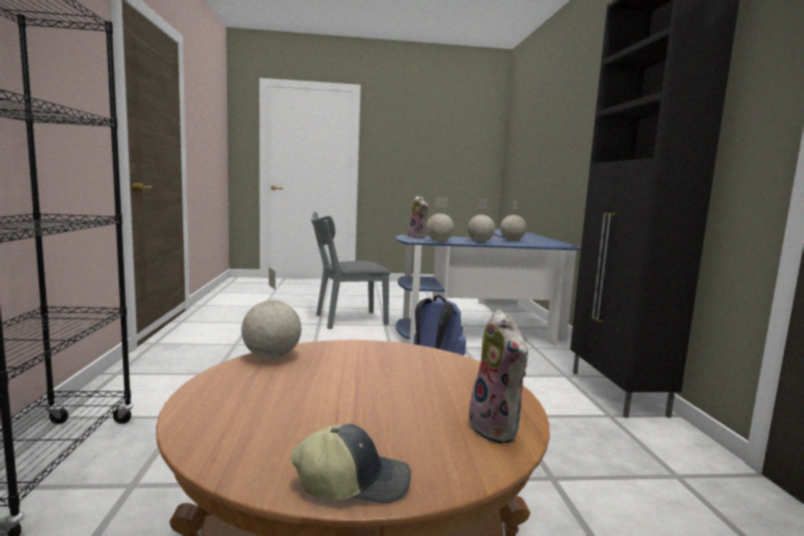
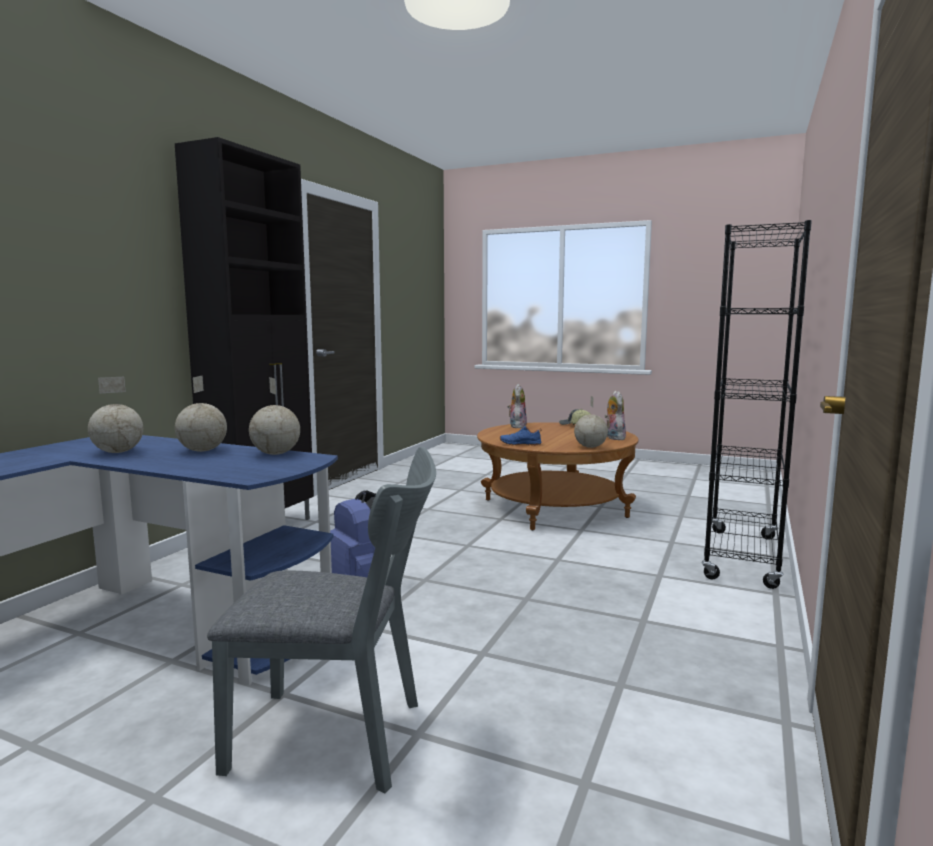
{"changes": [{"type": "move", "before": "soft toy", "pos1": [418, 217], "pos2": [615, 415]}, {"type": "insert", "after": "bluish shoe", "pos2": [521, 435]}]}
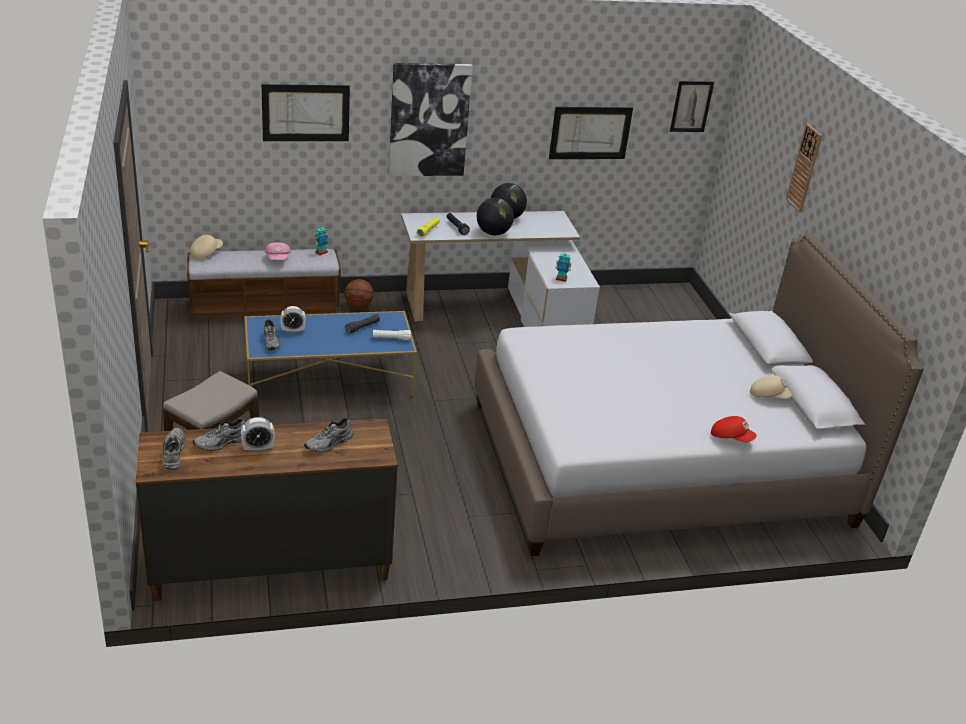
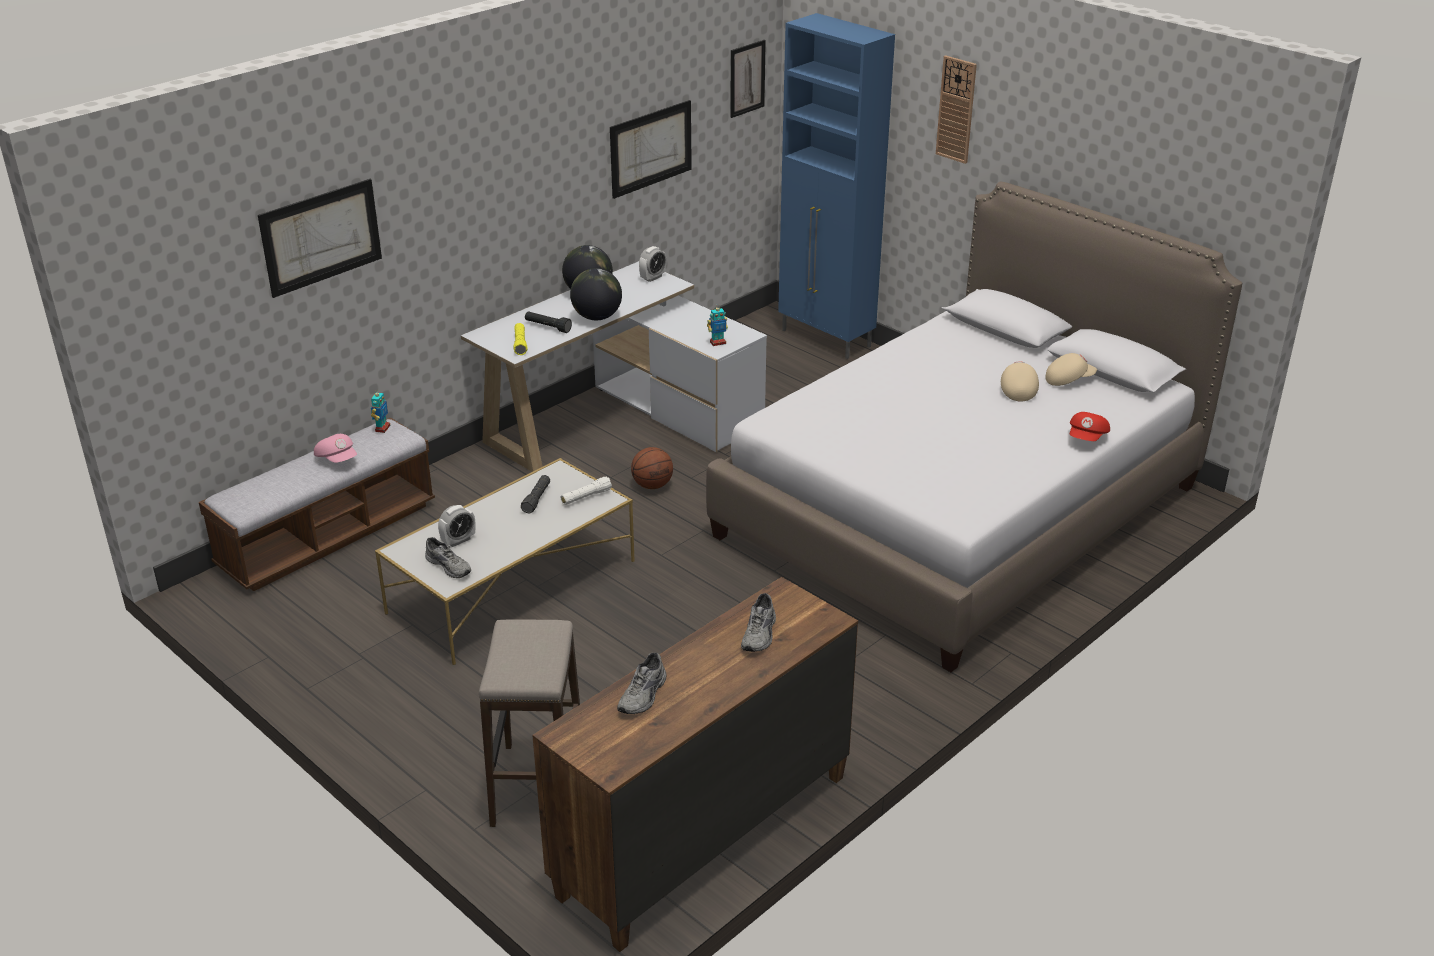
{"changes": [{"type": "delete", "before": "picture", "pos1": [431, 119]}, {"type": "move", "before": "beige cap", "pos1": [206, 246], "pos2": [1020, 381]}, {"type": "move", "before": "basketball", "pos1": [359, 293], "pos2": [652, 468]}, {"type": "recolor", "before": "bluish lounge table", "after": "whitish lounge table", "pos1": [330, 354], "pos2": [505, 561]}, {"type": "rotate", "before": "reddish cap", "pos1": [734, 429], "pos2": [1090, 426], "turn": 120}, {"type": "move", "before": "bedside clock", "pos1": [258, 435], "pos2": [652, 264]}, {"type": "delete", "before": "greyish shoe", "pos1": [173, 449]}, {"type": "insert", "after": "bluish cupboard", "pos2": [836, 186]}]}
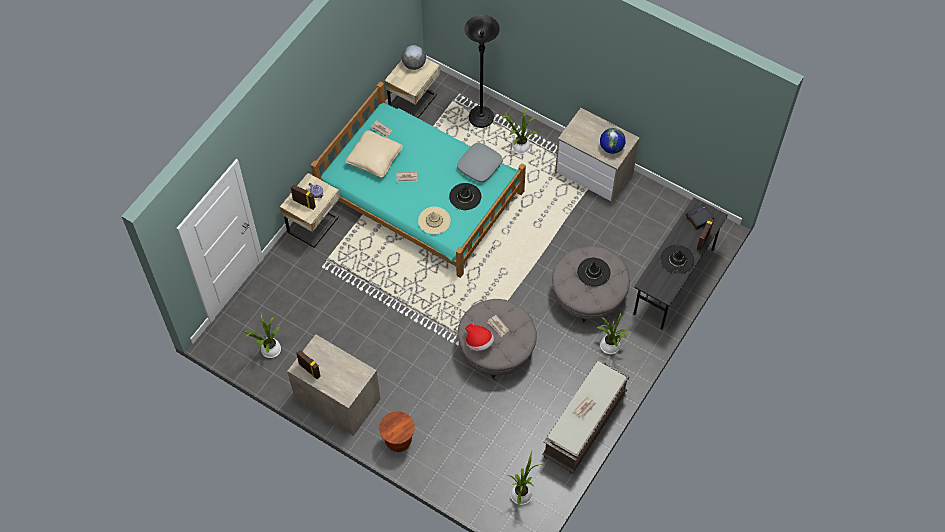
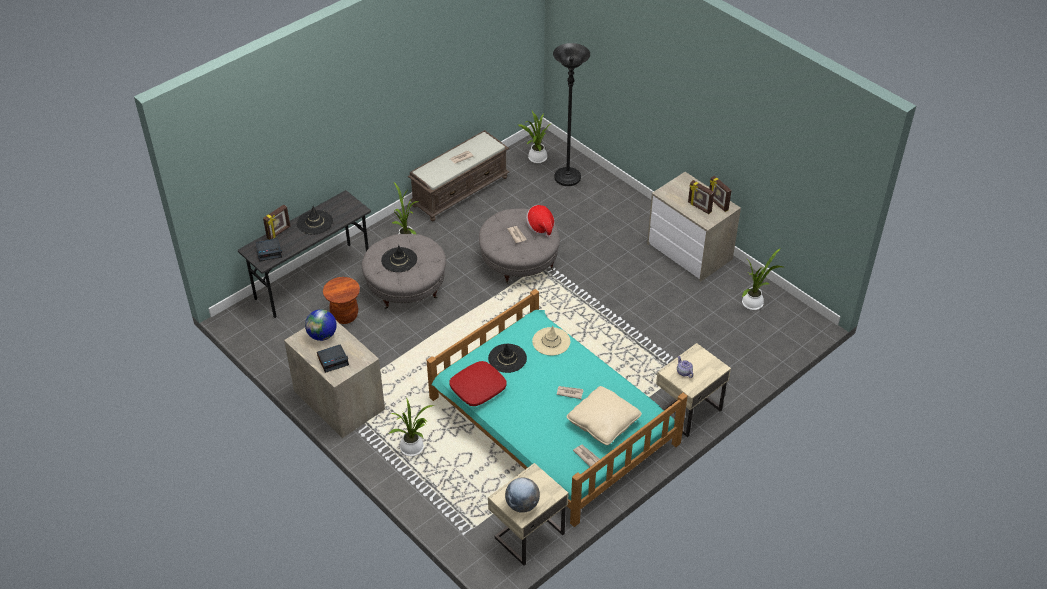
{"changes": [{"type": "move", "before": "blackish floor lamp", "pos1": [482, 71], "pos2": [571, 114]}, {"type": "recolor", "before": "greyish pillow", "after": "reddish pillow", "pos1": [479, 163], "pos2": [478, 383]}, {"type": "move", "before": "standing frame", "pos1": [303, 197], "pos2": [701, 197]}, {"type": "move", "before": "brown stool", "pos1": [397, 431], "pos2": [341, 300]}, {"type": "insert", "after": "bedside clock", "pos2": [333, 358]}]}
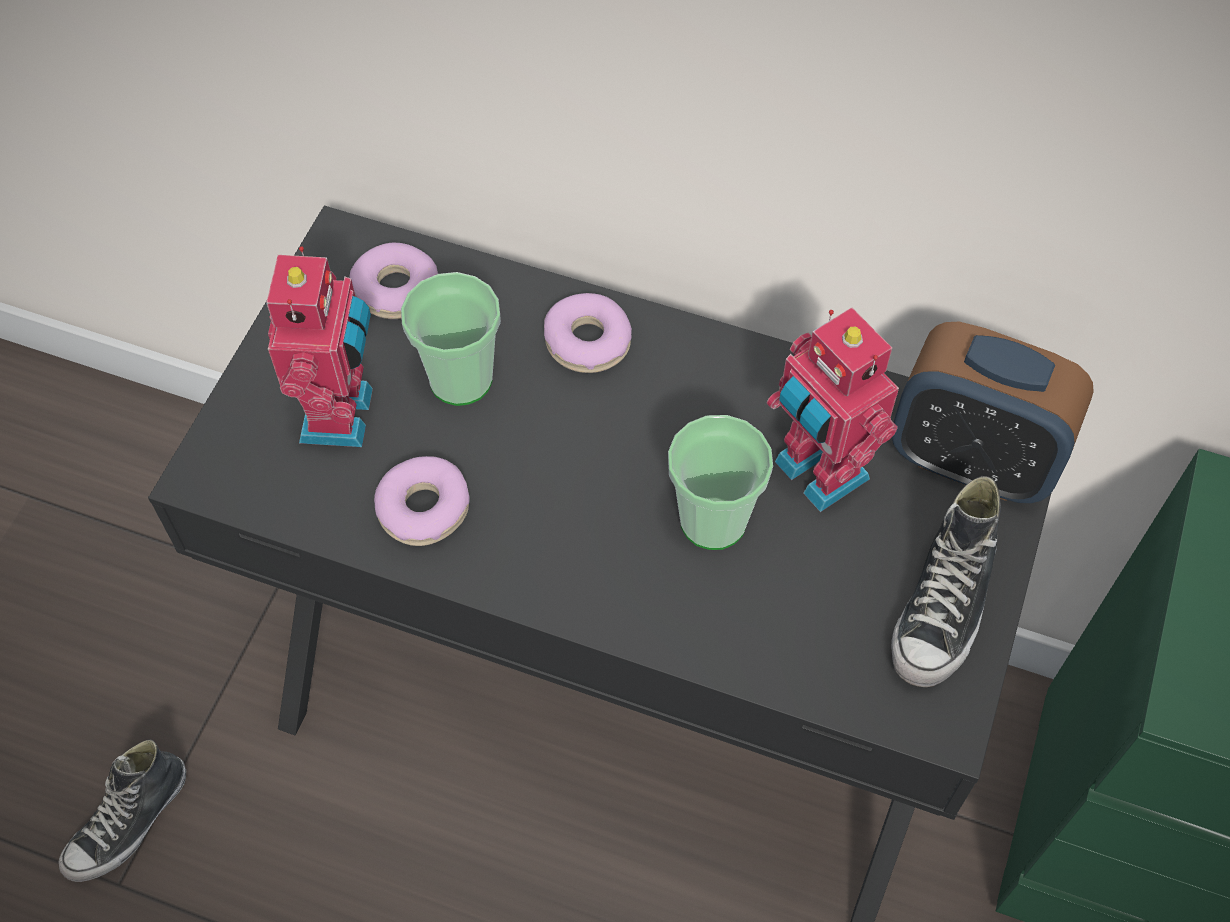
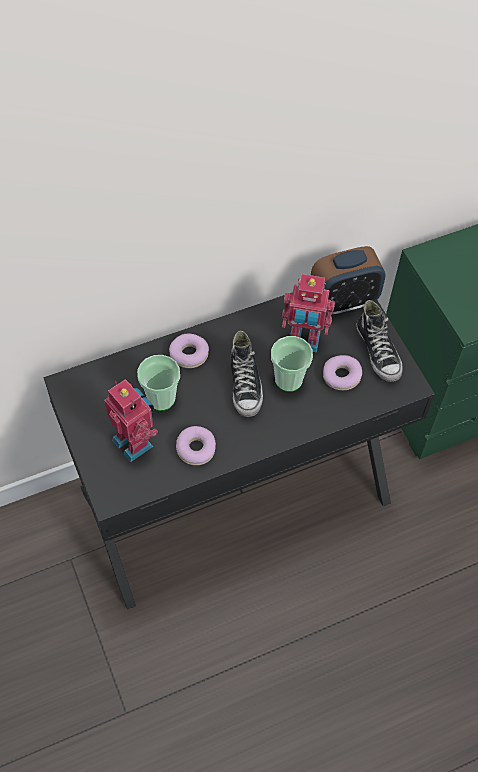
{"changes": [{"type": "move", "before": "ring doughnut", "pos1": [393, 281], "pos2": [342, 372]}, {"type": "move", "before": "shoe", "pos1": [123, 810], "pos2": [247, 373]}]}
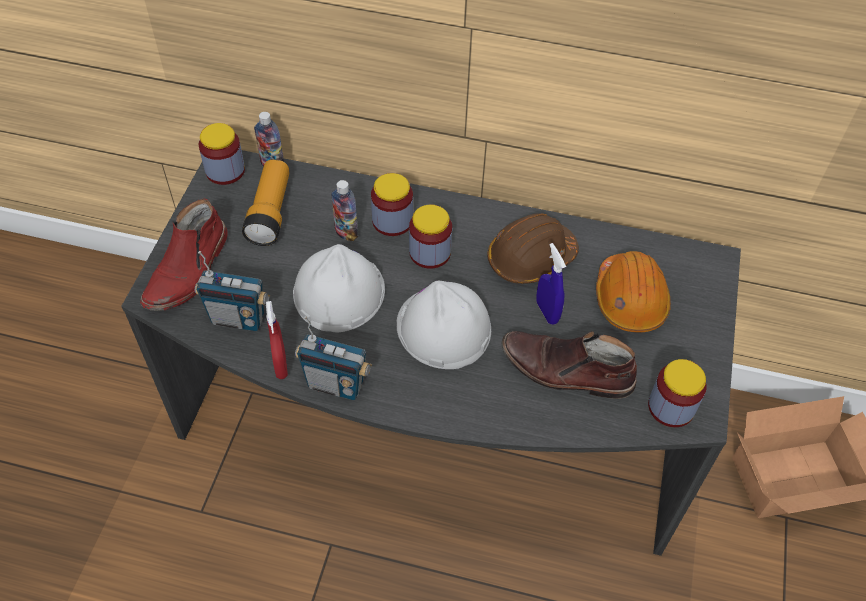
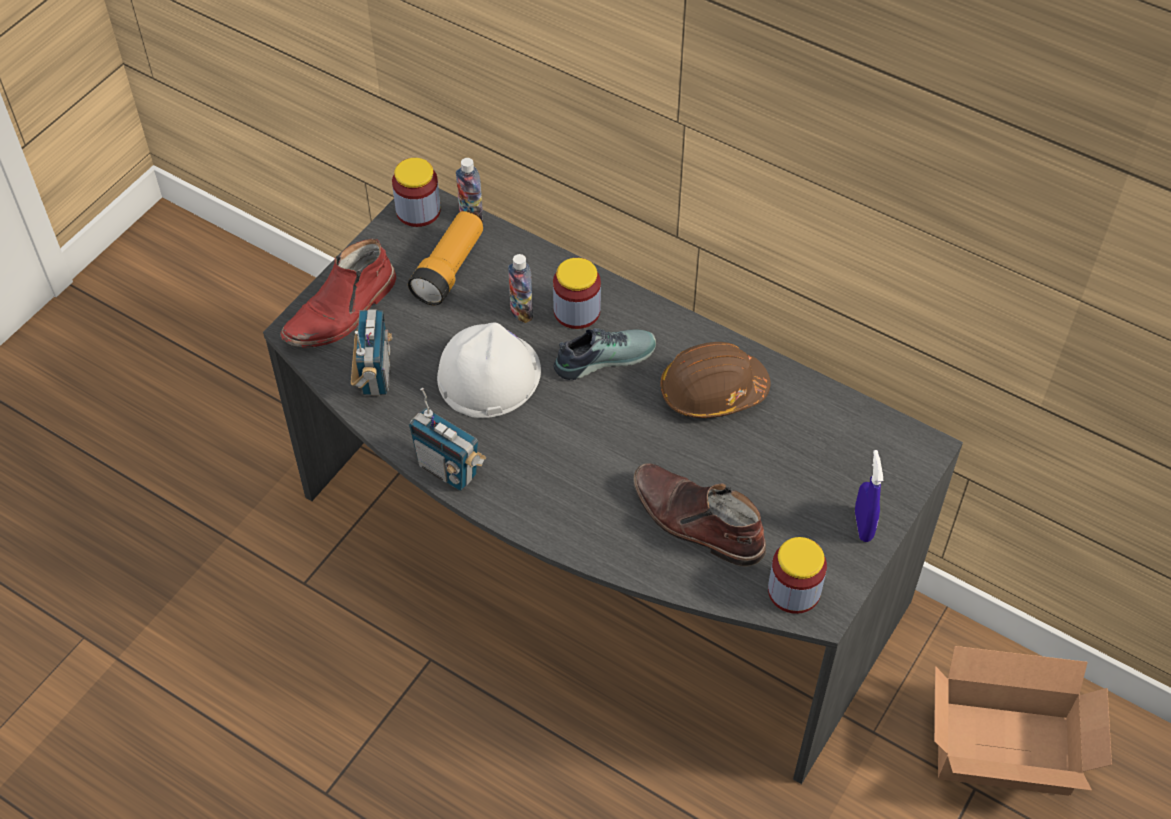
{"changes": [{"type": "replace", "before": "jar", "after": "shoe", "pos1": [430, 237], "pos2": [605, 354]}, {"type": "move", "before": "bluish sprayer", "pos1": [551, 284], "pos2": [869, 496]}, {"type": "rotate", "before": "radio receiver", "pos1": [232, 291], "pos2": [371, 352], "turn": -120}, {"type": "delete", "before": "orange hard hat", "pos1": [633, 291]}, {"type": "delete", "before": "whitish hard hat", "pos1": [443, 325]}, {"type": "delete", "before": "reddish sprayer", "pos1": [277, 340]}]}
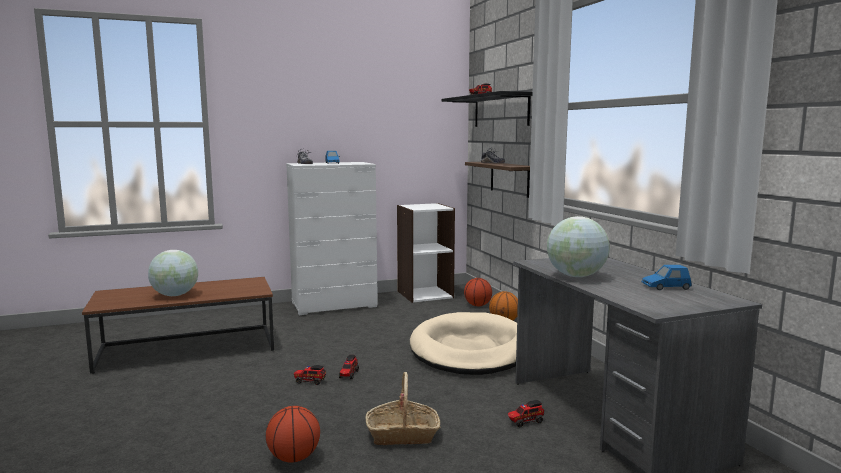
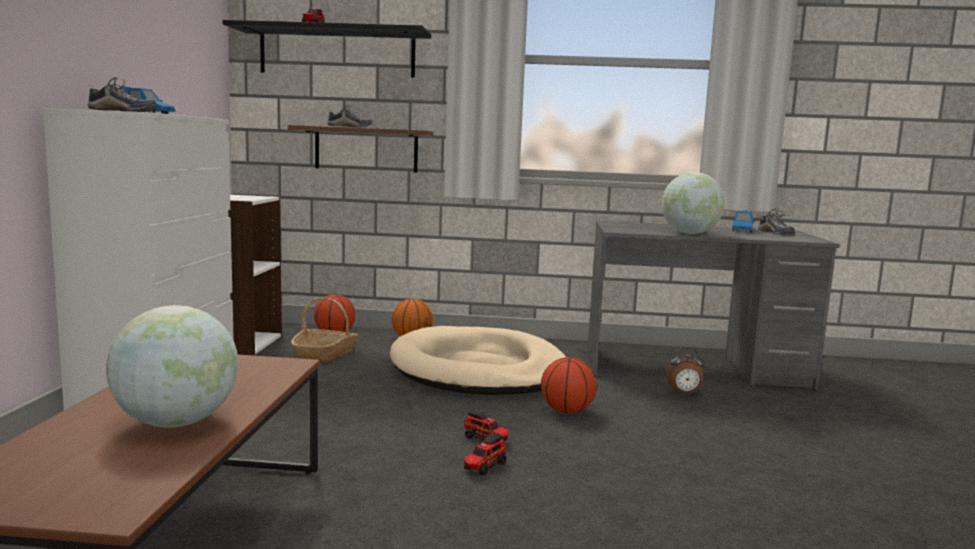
{"changes": [{"type": "move", "before": "storage basket", "pos1": [403, 409], "pos2": [325, 330]}, {"type": "replace", "before": "model truck", "after": "bedside clock", "pos1": [526, 413], "pos2": [685, 371]}, {"type": "move", "before": "basketball", "pos1": [293, 434], "pos2": [569, 385]}, {"type": "insert", "after": "shoe", "pos2": [776, 221]}]}
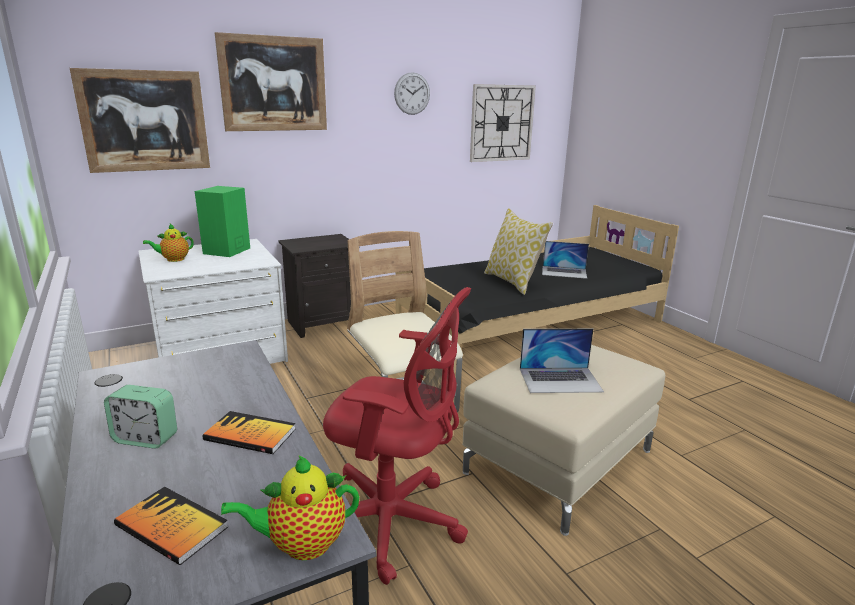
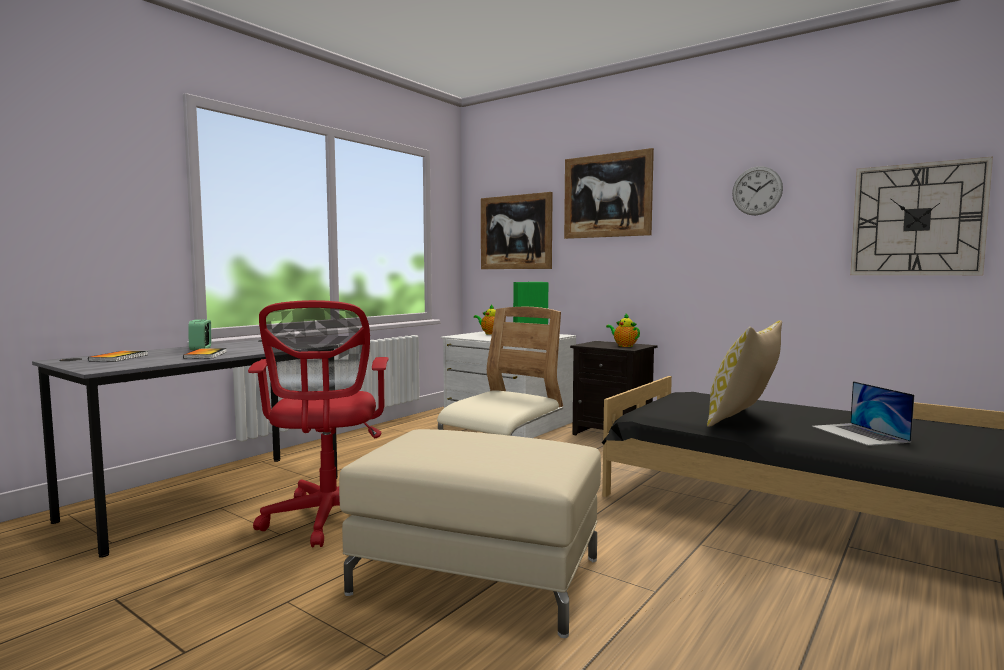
{"changes": [{"type": "delete", "before": "laptop", "pos1": [562, 361]}, {"type": "move", "before": "pot for tea", "pos1": [290, 507], "pos2": [623, 330]}]}
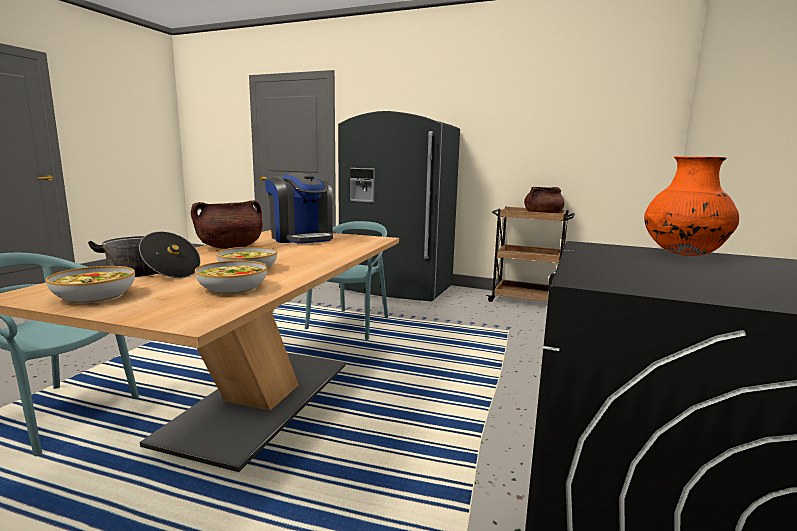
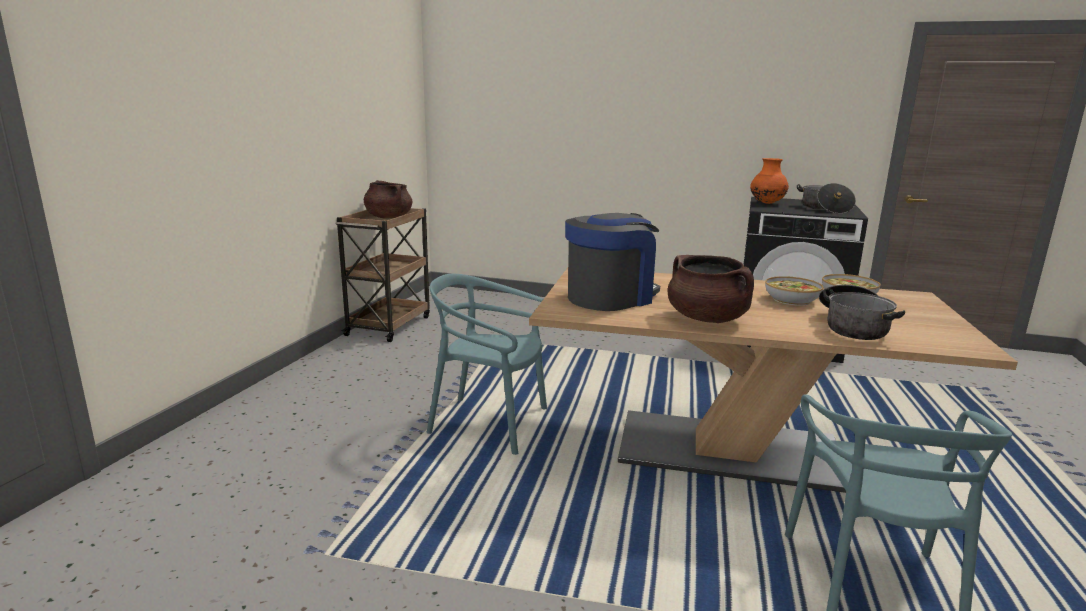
{"changes": [{"type": "delete", "before": "greyish refrigerator", "pos1": [399, 206]}, {"type": "delete", "before": "bowl", "pos1": [90, 285]}, {"type": "insert", "after": "saucepot", "pos2": [826, 198]}]}
